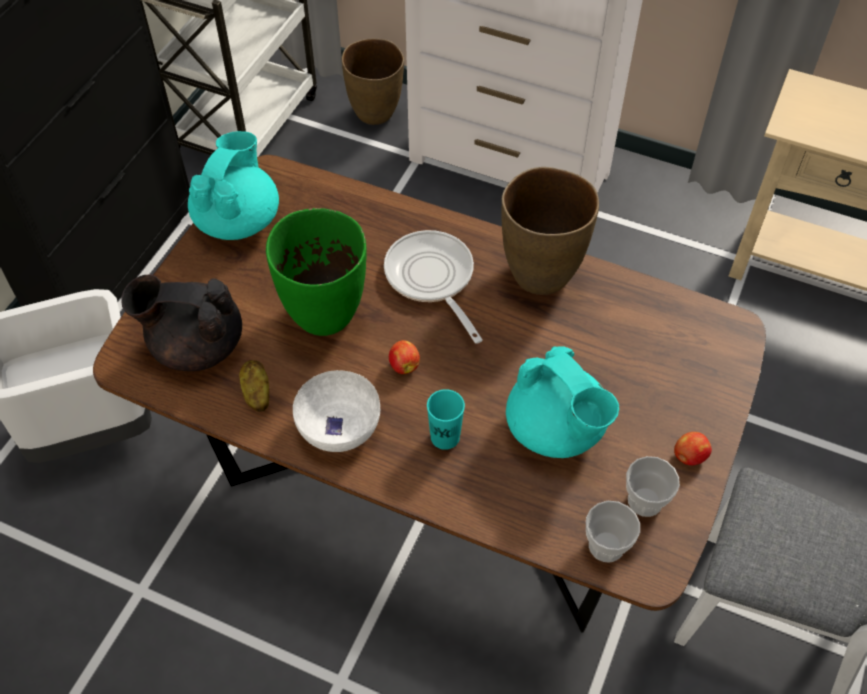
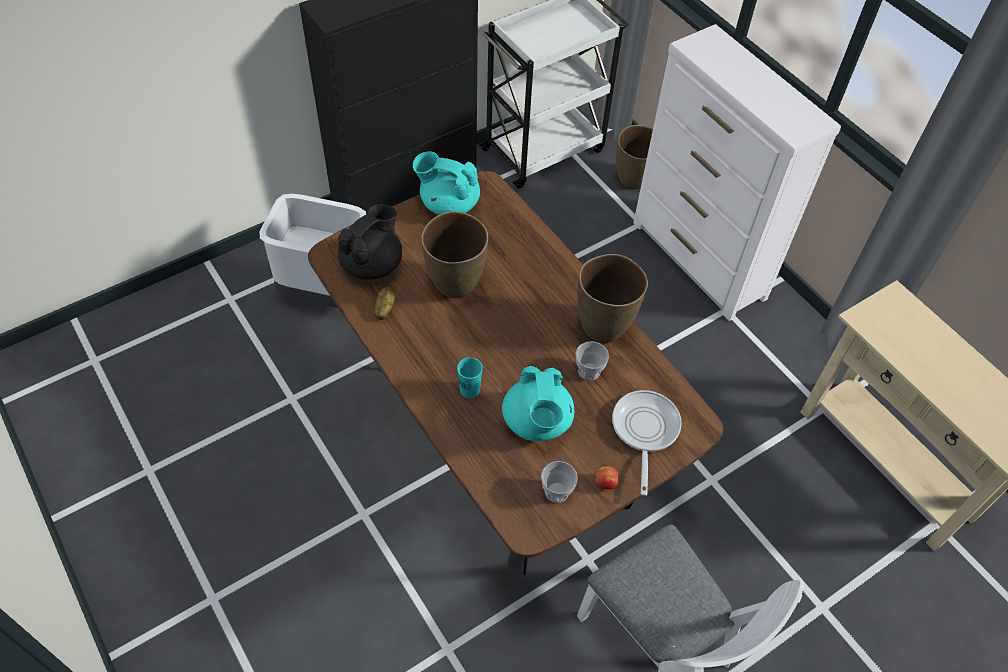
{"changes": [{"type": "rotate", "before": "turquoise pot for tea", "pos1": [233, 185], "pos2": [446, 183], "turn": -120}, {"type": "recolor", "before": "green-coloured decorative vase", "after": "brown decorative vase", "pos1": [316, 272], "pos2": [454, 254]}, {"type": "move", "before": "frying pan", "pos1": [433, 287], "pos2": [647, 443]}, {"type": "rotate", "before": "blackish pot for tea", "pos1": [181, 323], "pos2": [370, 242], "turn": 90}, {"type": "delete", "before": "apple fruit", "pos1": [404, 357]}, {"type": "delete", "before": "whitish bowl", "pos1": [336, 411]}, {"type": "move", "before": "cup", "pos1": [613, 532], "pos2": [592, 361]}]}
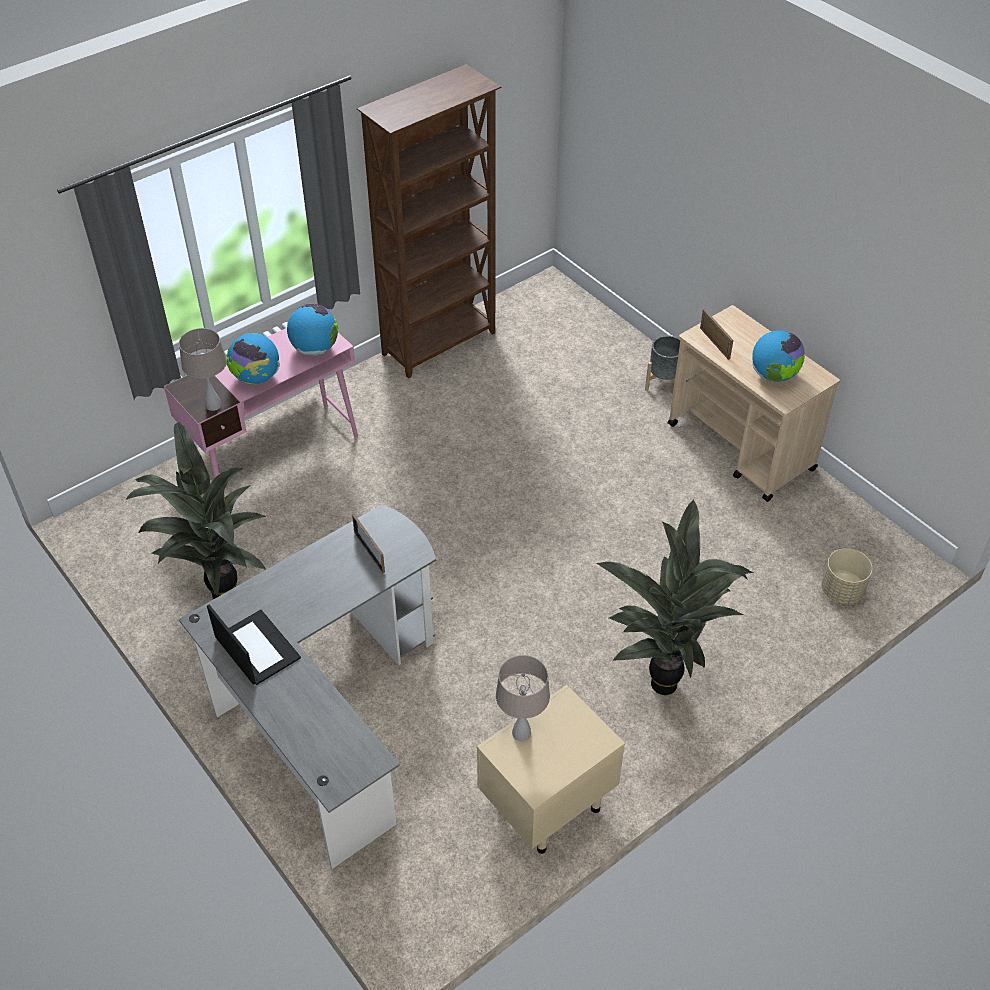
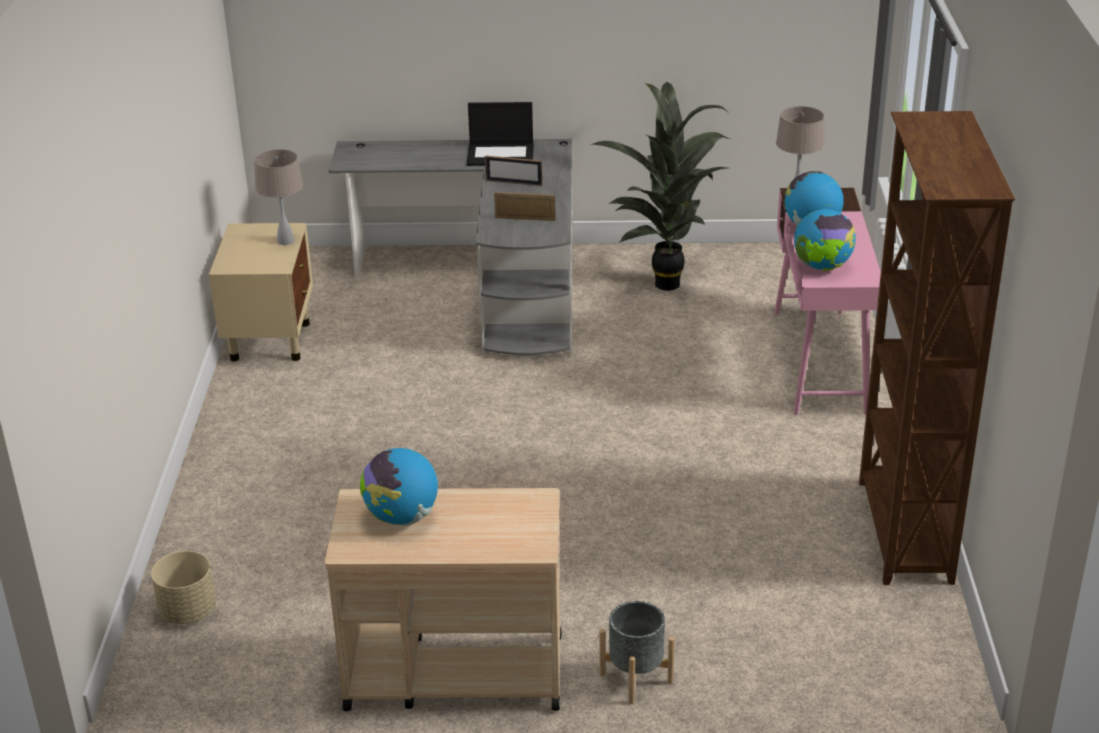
{"changes": [{"type": "move", "before": "standing frame", "pos1": [716, 334], "pos2": [514, 170]}, {"type": "delete", "before": "potted plant", "pos1": [675, 597]}]}
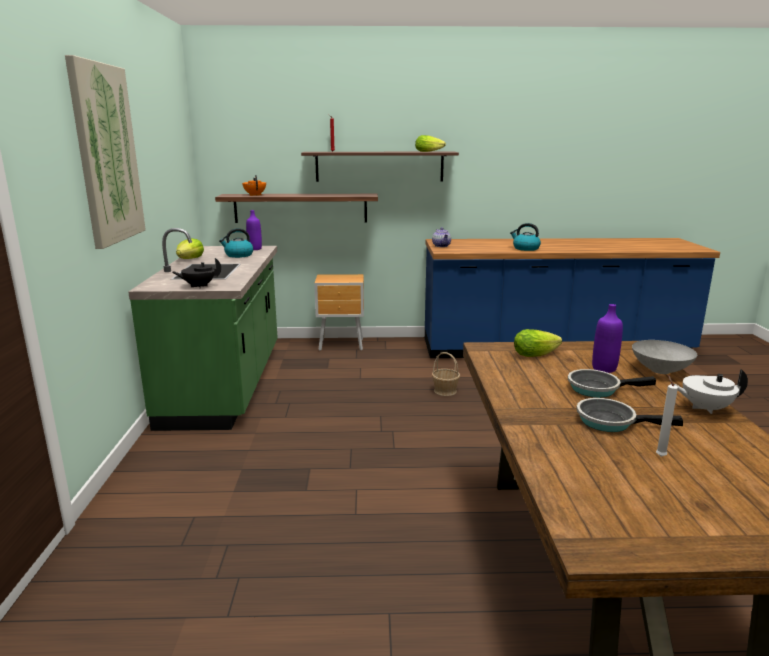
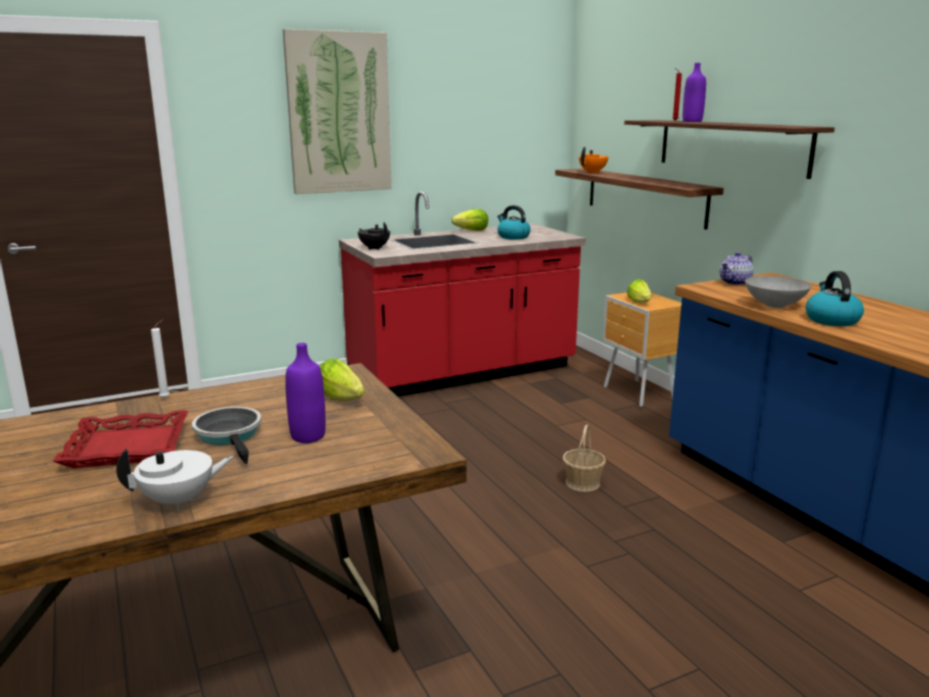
{"changes": [{"type": "move", "before": "head of lettuce", "pos1": [430, 143], "pos2": [639, 291]}, {"type": "move", "before": "purple-coloured beverage bottle", "pos1": [254, 230], "pos2": [694, 92]}, {"type": "recolor", "before": "green-coloured kitchen counter", "after": "reddish kitchen counter", "pos1": [203, 329], "pos2": [462, 294]}, {"type": "move", "before": "greyish bowl", "pos1": [664, 357], "pos2": [778, 292]}, {"type": "rotate", "before": "whitish pot for tea", "pos1": [709, 391], "pos2": [174, 480], "turn": 90}, {"type": "move", "before": "whitish candle", "pos1": [667, 416], "pos2": [160, 359]}, {"type": "replace", "before": "frying pan", "after": "reddish carrying tray", "pos1": [629, 415], "pos2": [120, 439]}]}
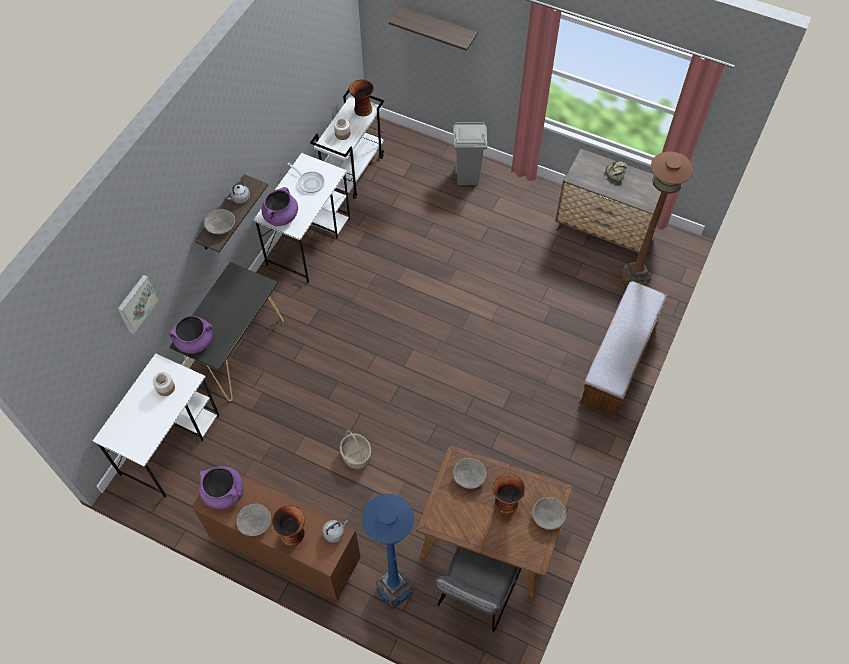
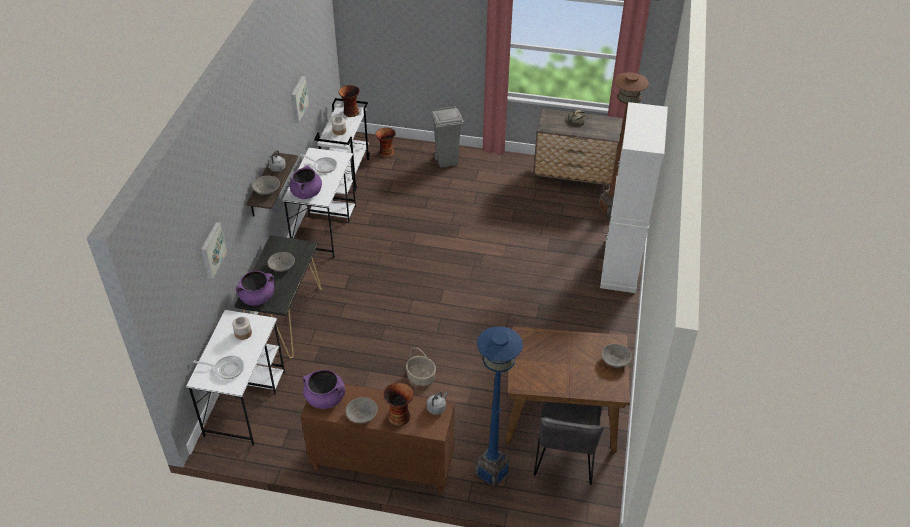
{"changes": [{"type": "delete", "before": "bracket shelf", "pos1": [433, 28]}, {"type": "replace", "before": "indoor bench", "after": "whitish cupboard", "pos1": [623, 349], "pos2": [634, 197]}, {"type": "move", "before": "greyish bowl", "pos1": [470, 473], "pos2": [281, 262]}, {"type": "move", "before": "decorative vase", "pos1": [509, 493], "pos2": [385, 142]}, {"type": "insert", "after": "picture", "pos2": [300, 99]}, {"type": "insert", "after": "frying pan", "pos2": [218, 367]}]}
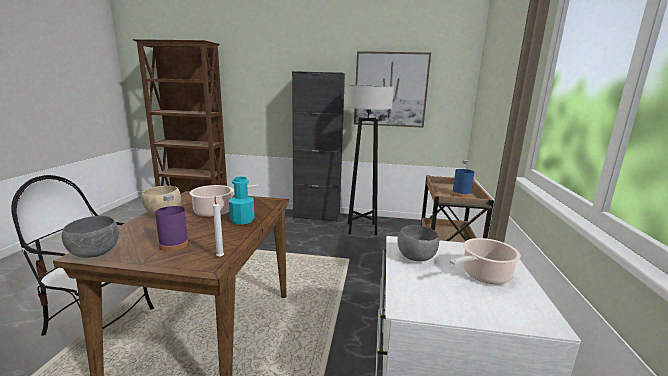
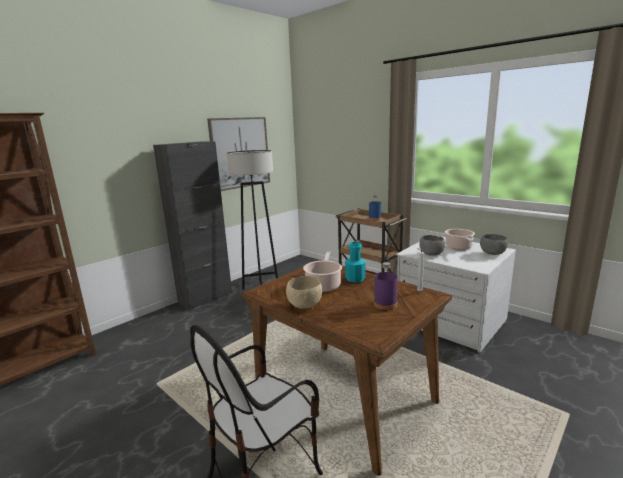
{"changes": [{"type": "move", "before": "greyish bowl", "pos1": [90, 237], "pos2": [494, 244]}]}
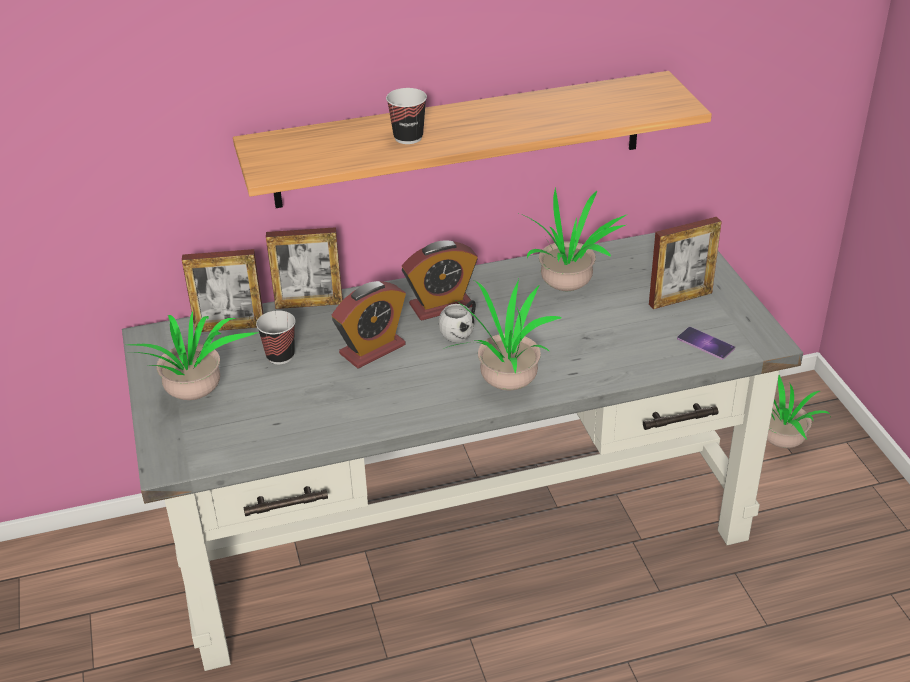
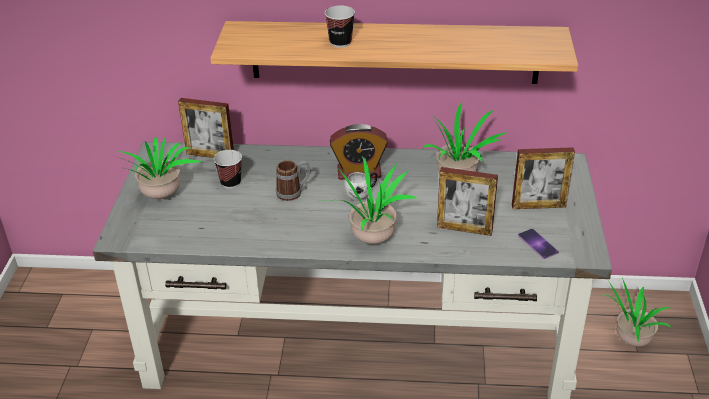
{"changes": [{"type": "move", "before": "standing frame", "pos1": [304, 268], "pos2": [467, 201]}, {"type": "replace", "before": "bedside clock", "after": "coffee mug", "pos1": [369, 325], "pos2": [293, 180]}]}
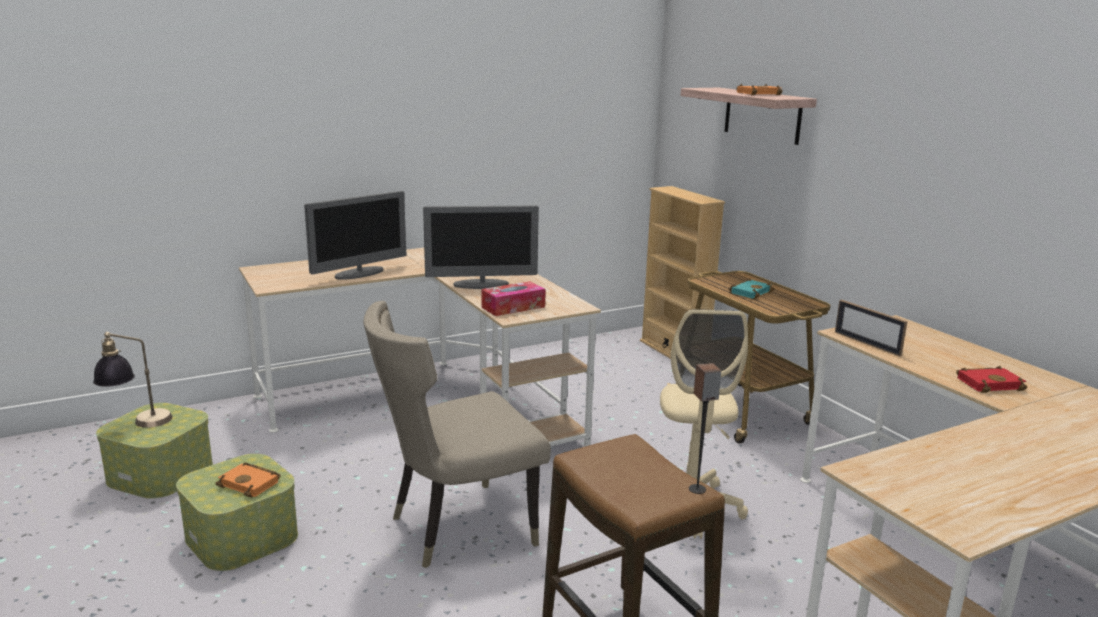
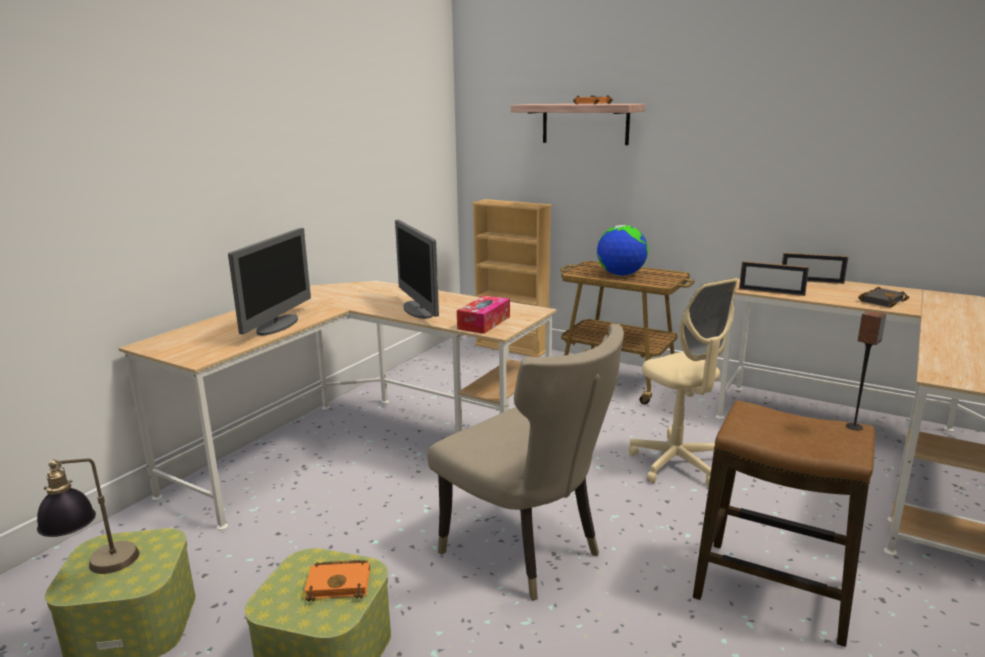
{"changes": [{"type": "rotate", "before": "computer screen", "pos1": [481, 247], "pos2": [417, 269], "turn": 105}, {"type": "replace", "before": "turquoise bound book", "after": "desk globe", "pos1": [751, 289], "pos2": [622, 250]}, {"type": "rotate", "before": "beige chair", "pos1": [457, 434], "pos2": [525, 462], "turn": -75}, {"type": "recolor", "before": "reddish bound book", "after": "blackish bound book", "pos1": [991, 379], "pos2": [883, 297]}, {"type": "insert", "after": "standing frame", "pos2": [815, 268]}]}
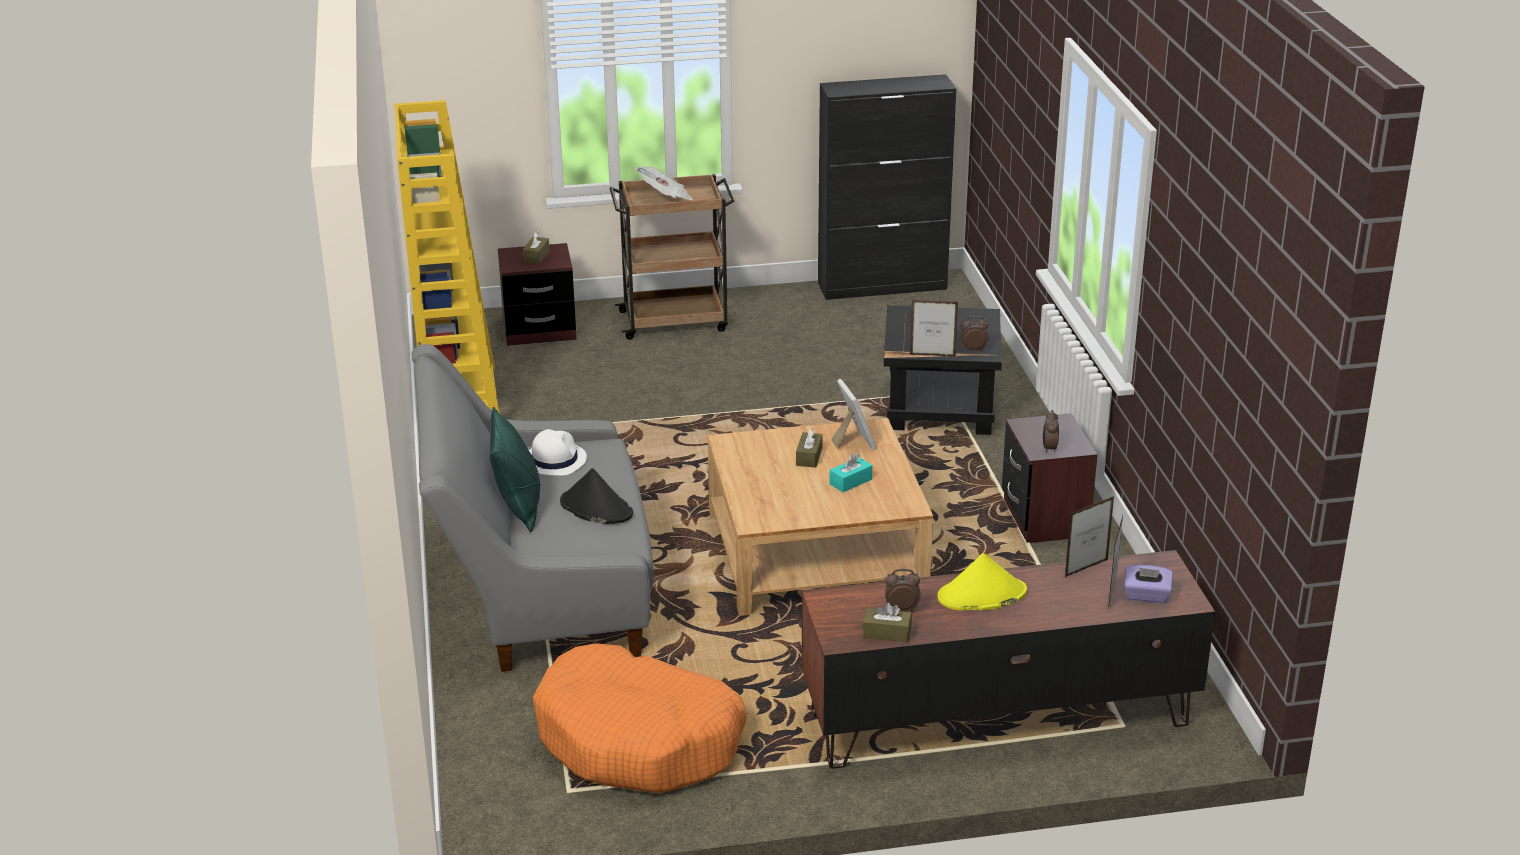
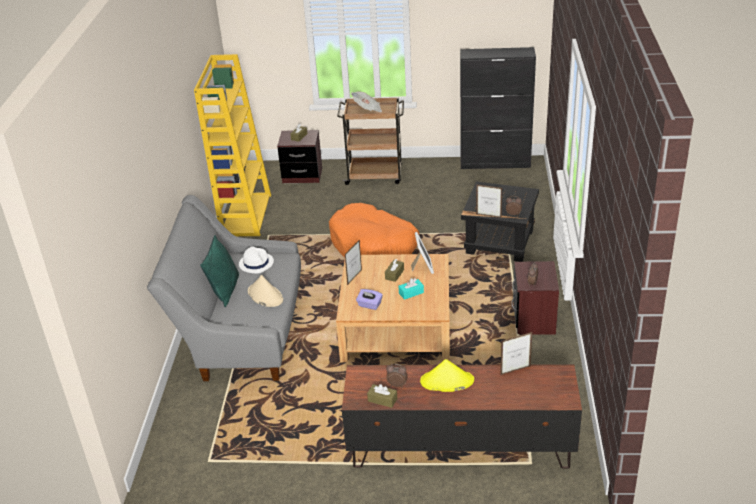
{"changes": [{"type": "recolor", "before": "blackish clothing hat", "after": "beige clothing hat", "pos1": [596, 496], "pos2": [265, 291]}, {"type": "move", "before": "standing frame", "pos1": [1115, 562], "pos2": [353, 262]}, {"type": "move", "before": "purple-coloured tissue holder", "pos1": [1148, 584], "pos2": [369, 299]}, {"type": "move", "before": "orange dog cushion", "pos1": [640, 718], "pos2": [374, 230]}]}
